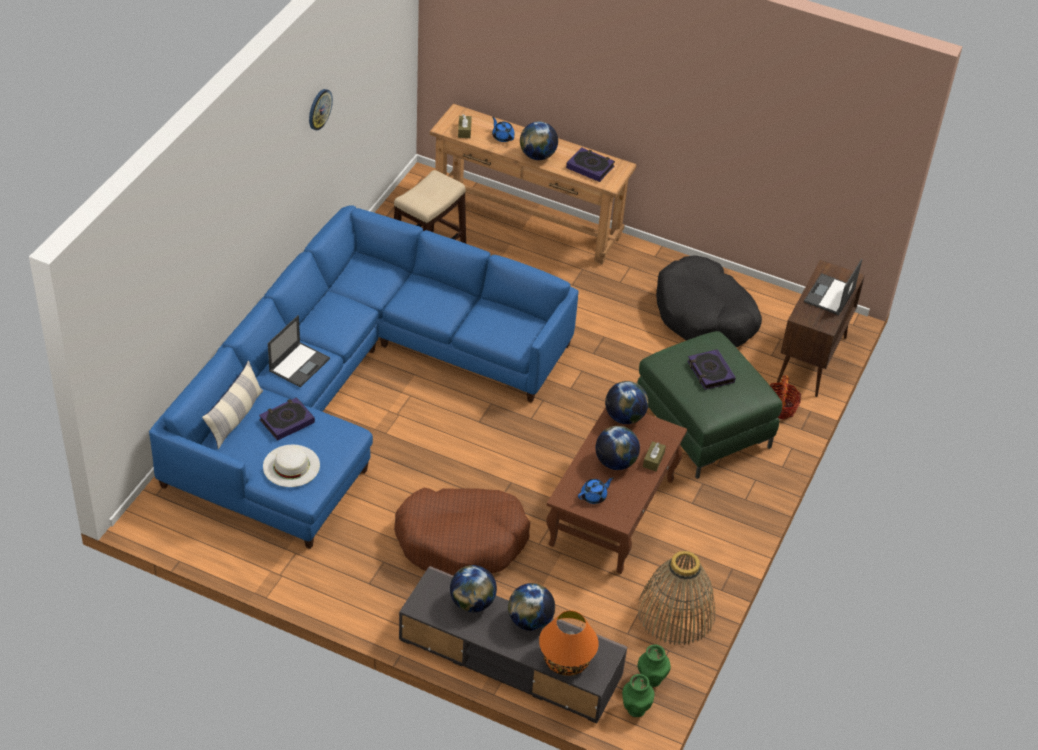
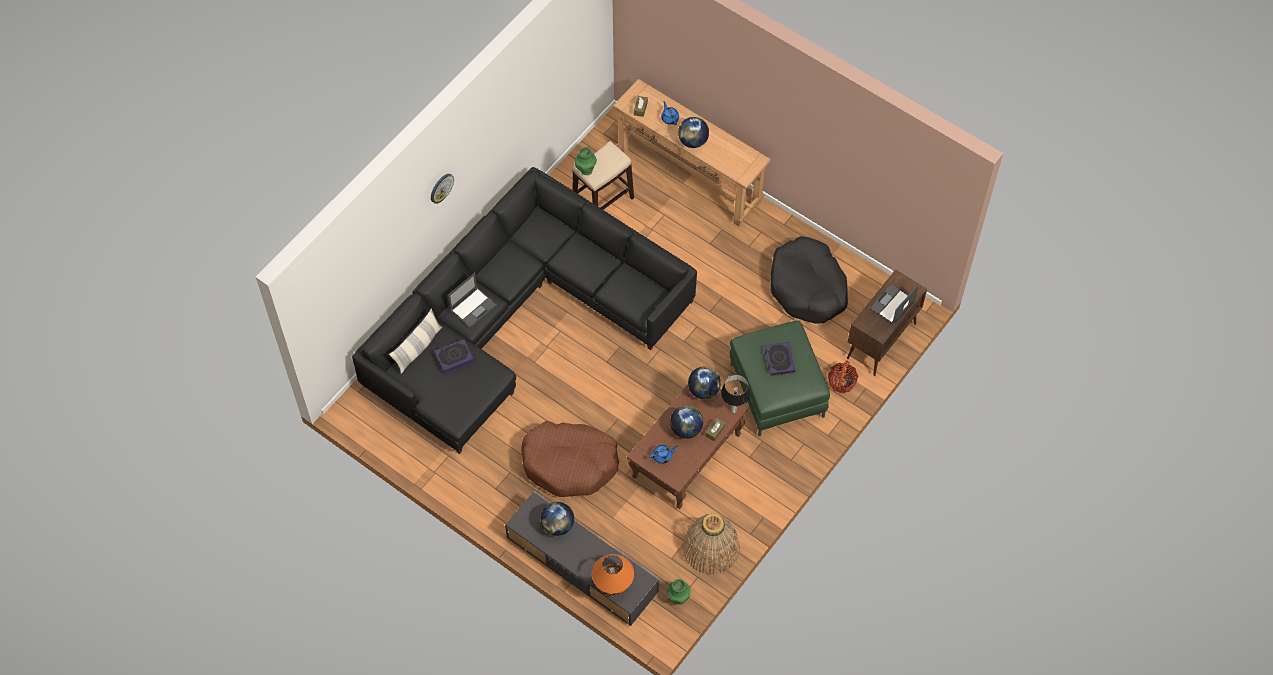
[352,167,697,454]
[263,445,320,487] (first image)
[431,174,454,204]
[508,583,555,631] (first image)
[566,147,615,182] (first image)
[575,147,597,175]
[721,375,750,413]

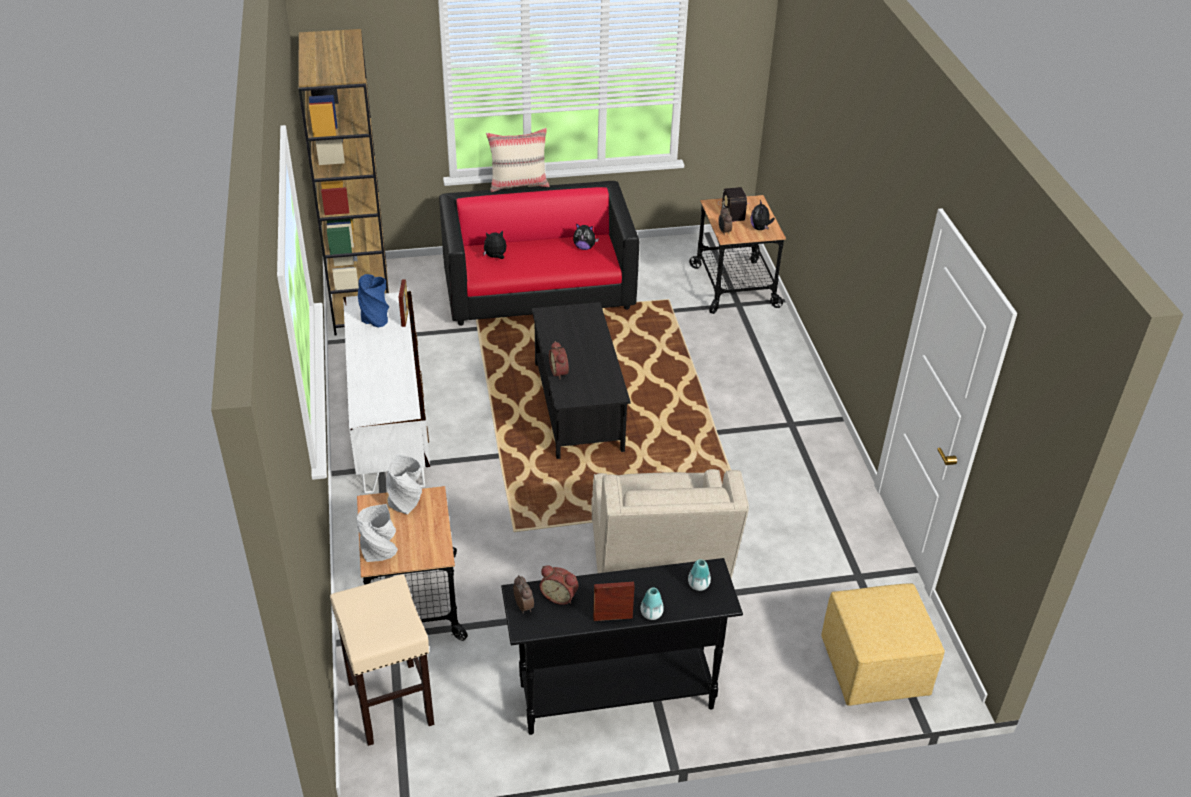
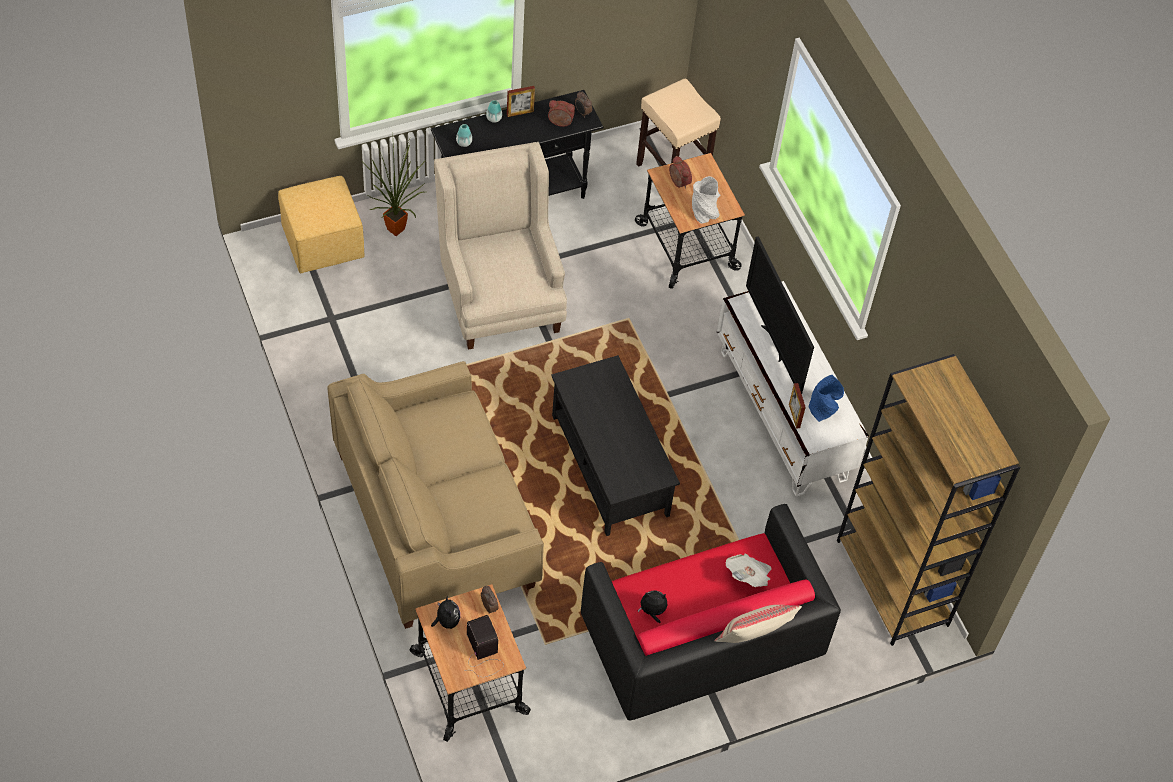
[357,504,398,562] (first image)
[726,553,772,587]
[669,156,692,189]
[327,361,544,629]
[363,132,426,236]
[746,236,814,394]

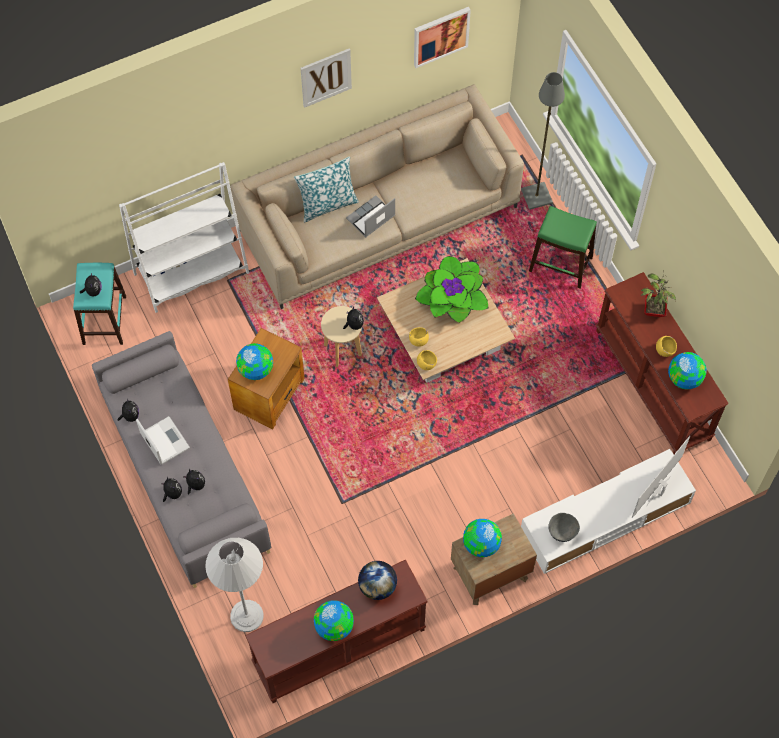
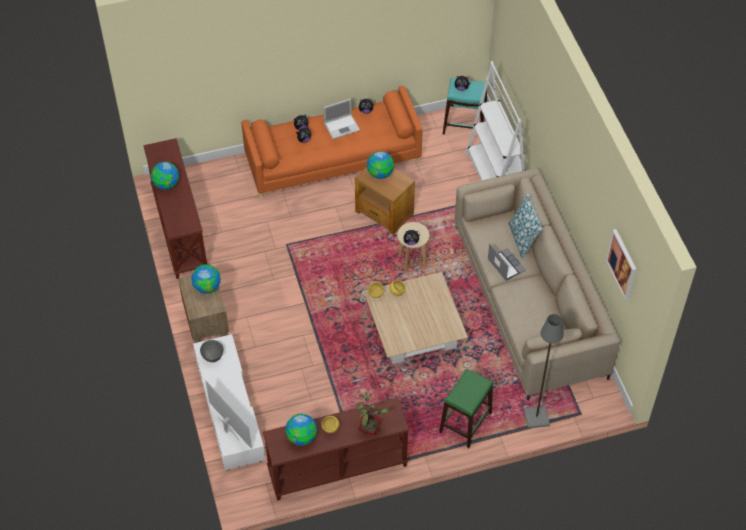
[241,86,423,199]
[205,538,264,632] (first image)
[301,48,352,108] (first image)
[358,561,397,600] (first image)
[415,256,488,323] (first image)

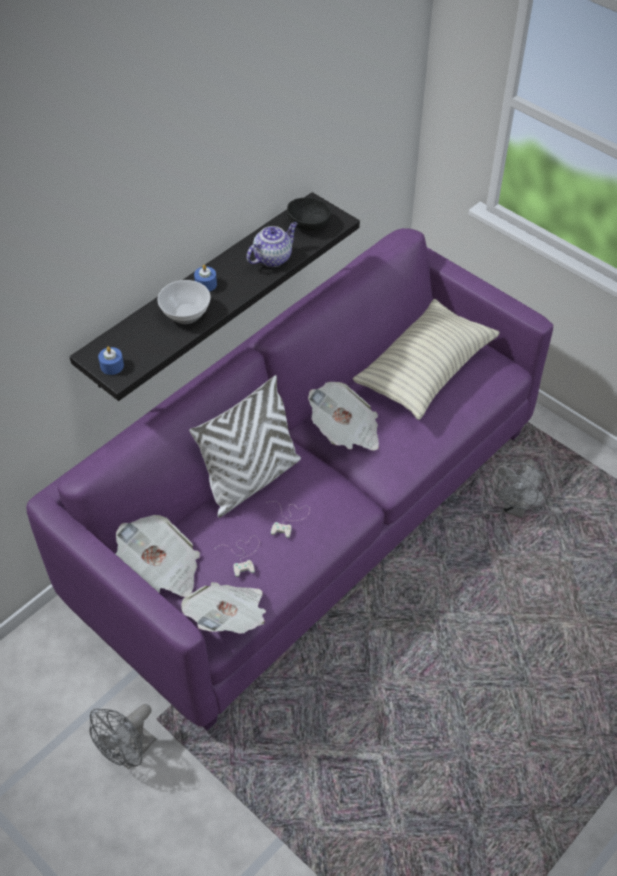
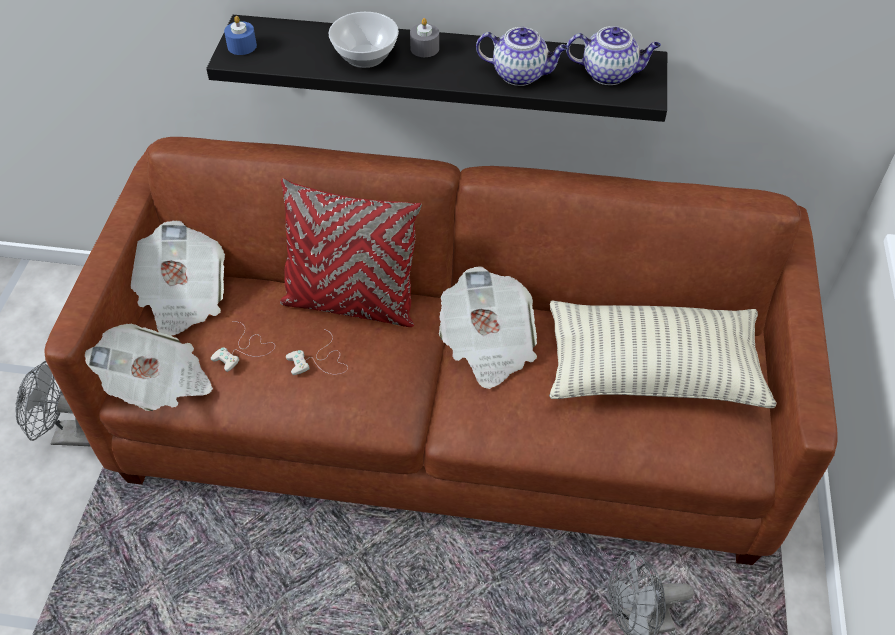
[44,137,838,565]
[280,178,422,327]
[410,18,439,57]
[566,26,661,85]

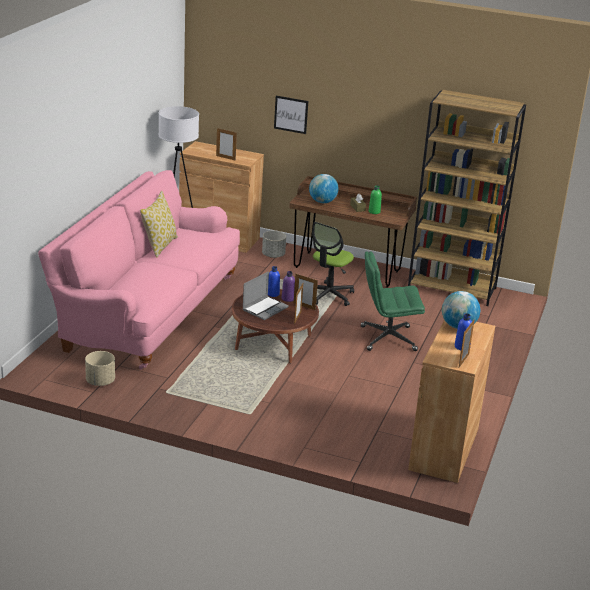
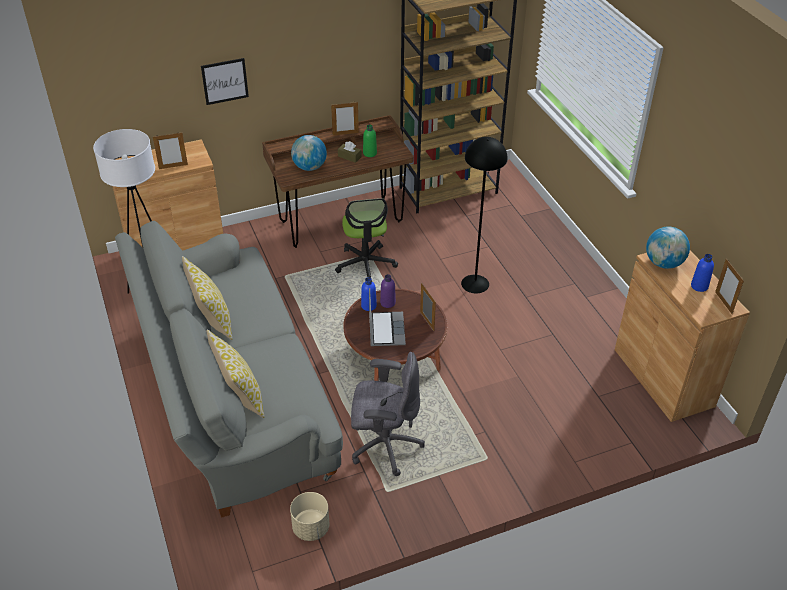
[115,221,343,518]
[262,231,286,258] (first image)
[331,101,359,136]
[461,137,508,293]
[206,330,264,418]
[351,352,425,476]

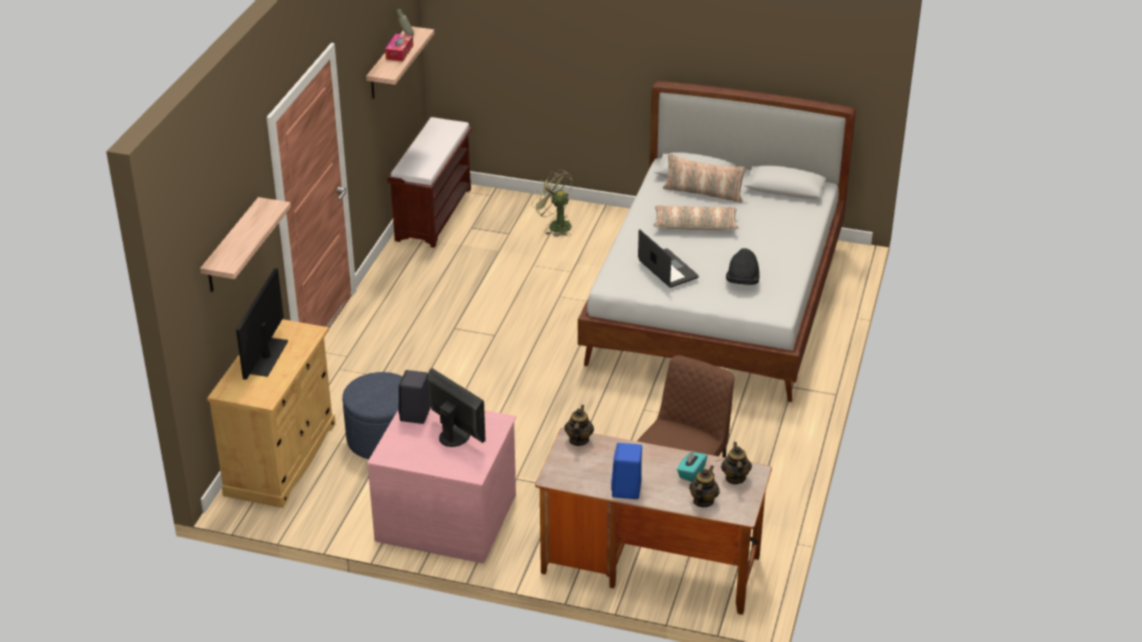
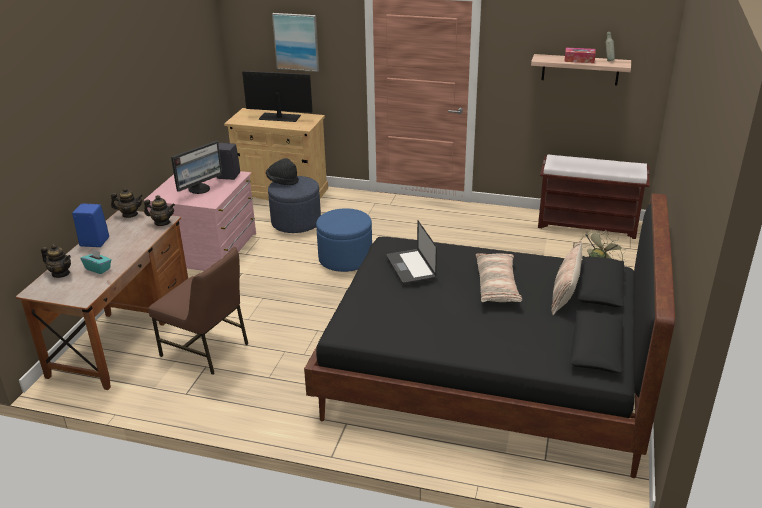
[272,13,319,72]
[304,193,675,478]
[386,221,437,284]
[111,188,143,218]
[266,158,299,185]
[316,208,372,272]

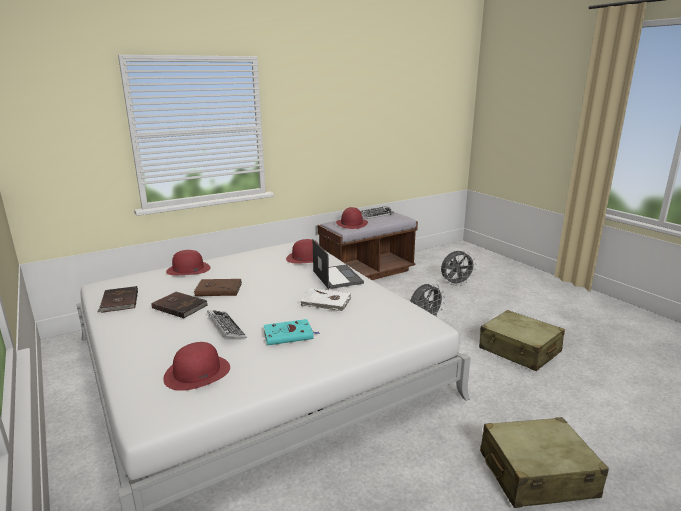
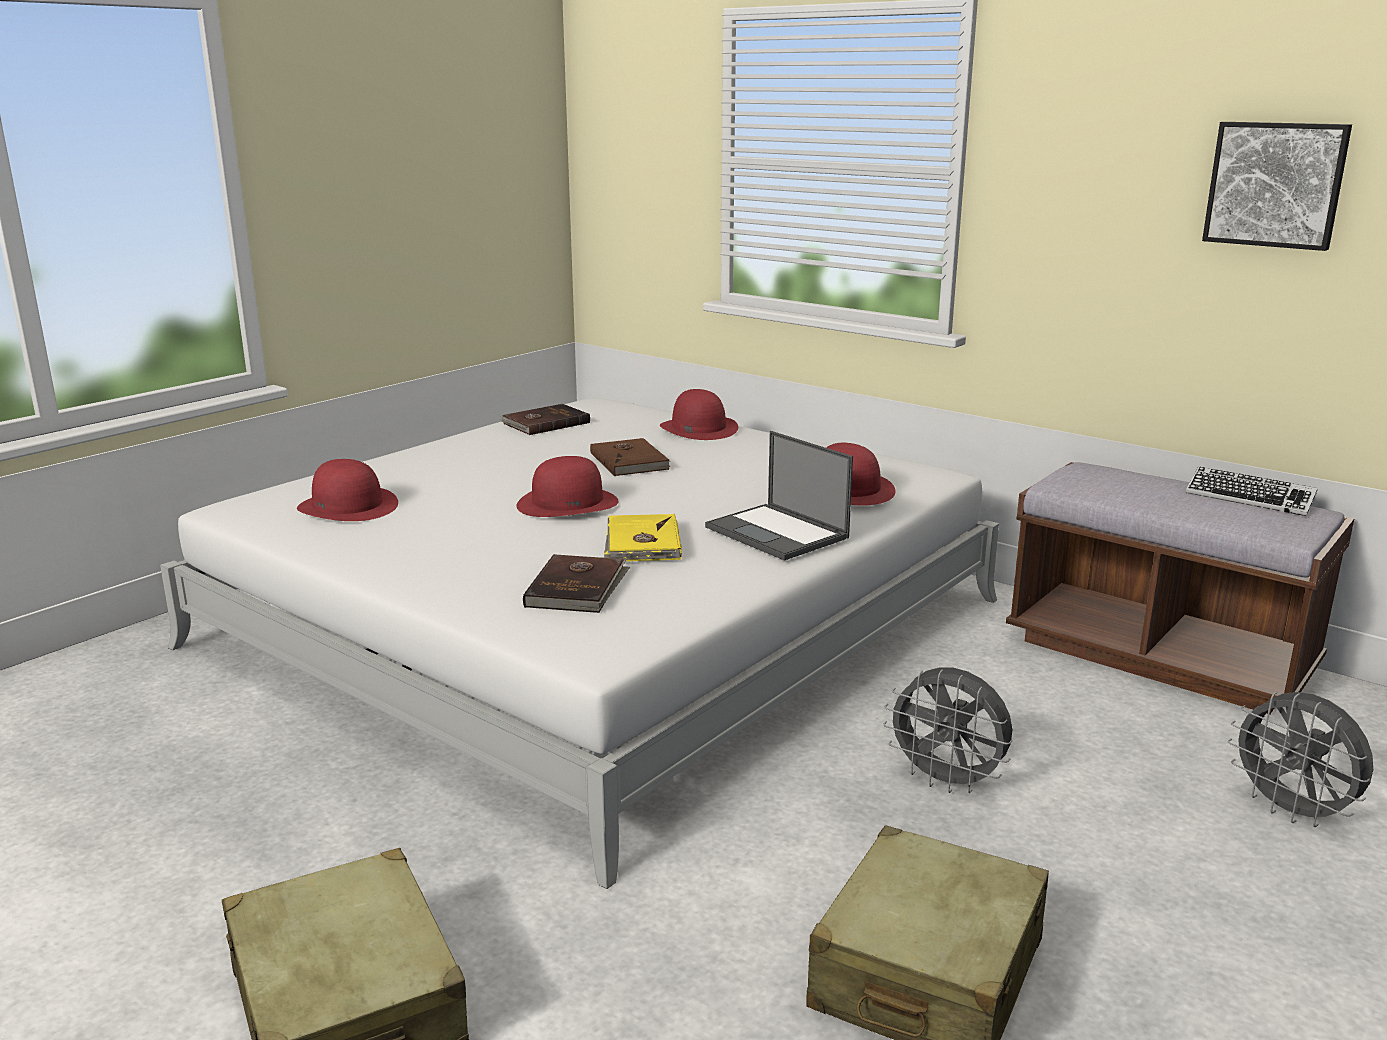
[523,554,630,613]
[207,310,247,338] (first image)
[264,319,320,346] (first image)
[604,514,682,561]
[705,431,853,561]
[516,456,618,517]
[1202,122,1352,251]

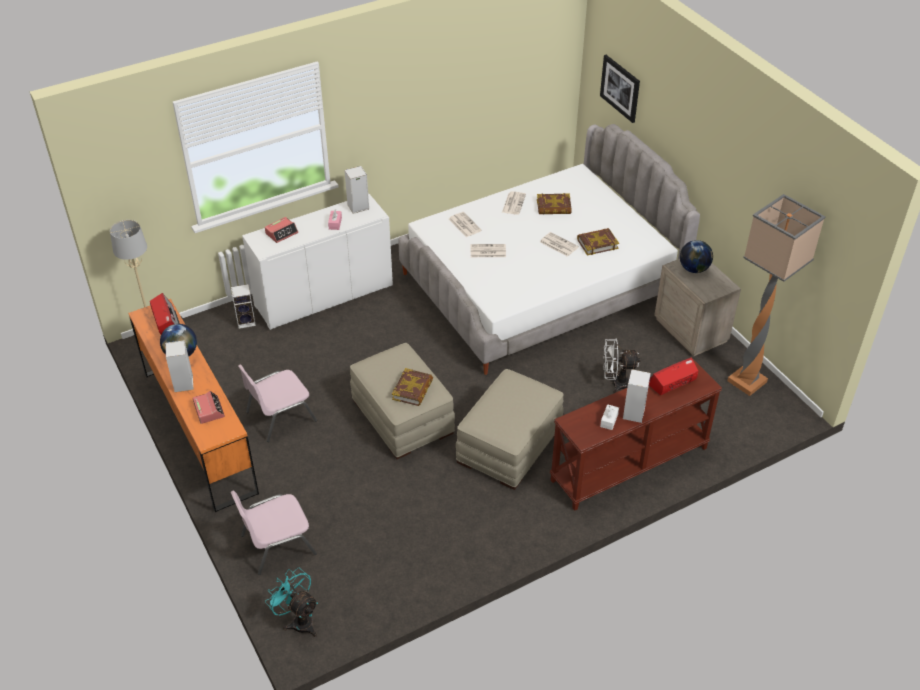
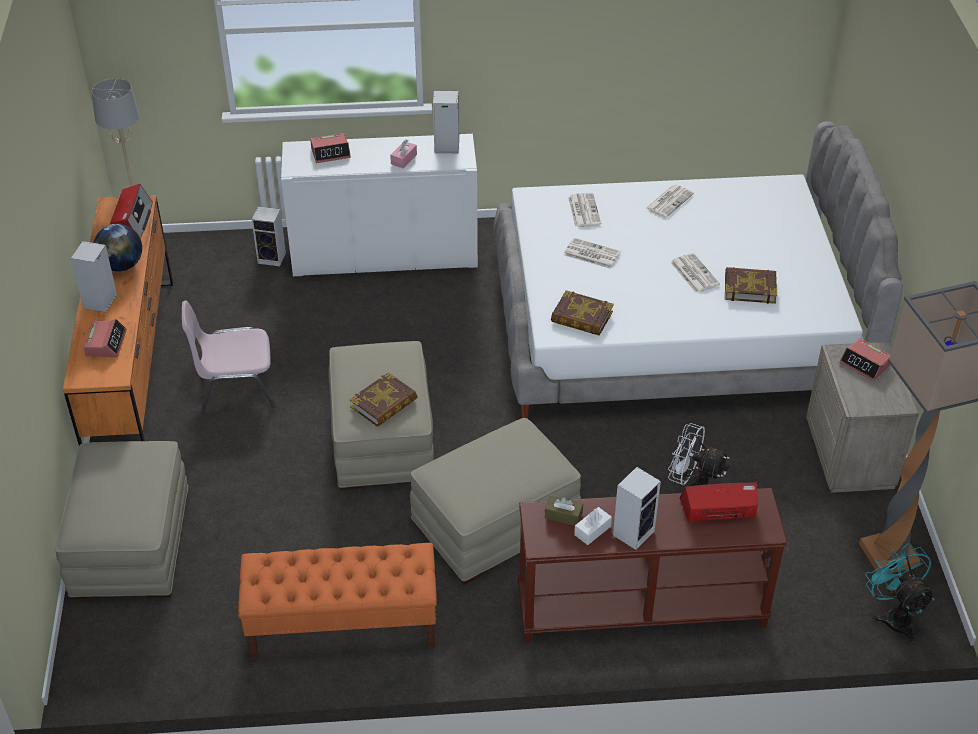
[55,441,188,600]
[865,543,935,643]
[551,290,614,336]
[600,55,640,123] (first image)
[839,338,890,381]
[238,543,437,660]
[545,496,583,526]

